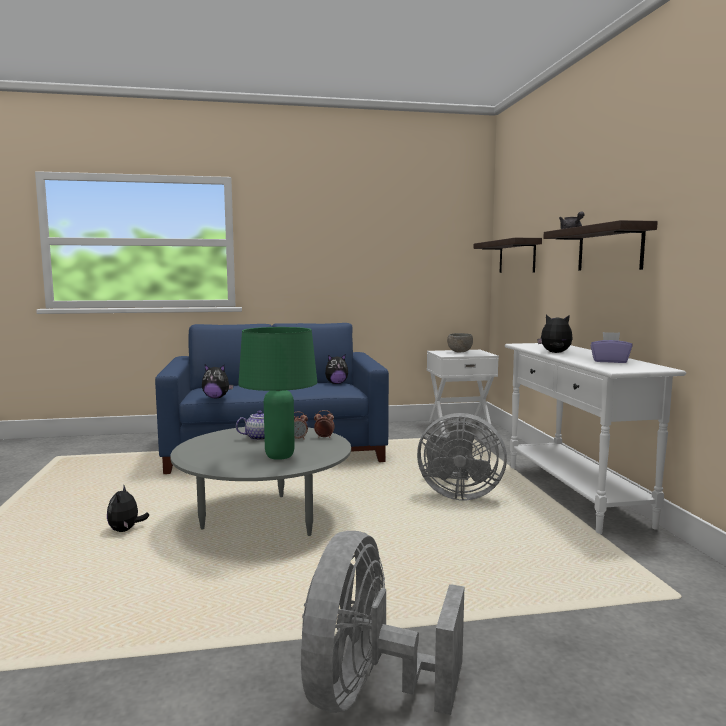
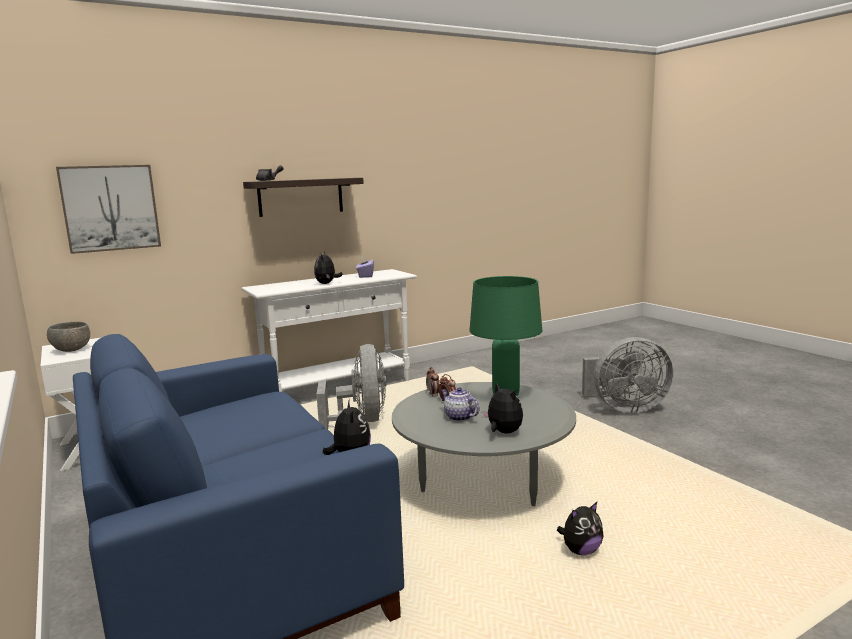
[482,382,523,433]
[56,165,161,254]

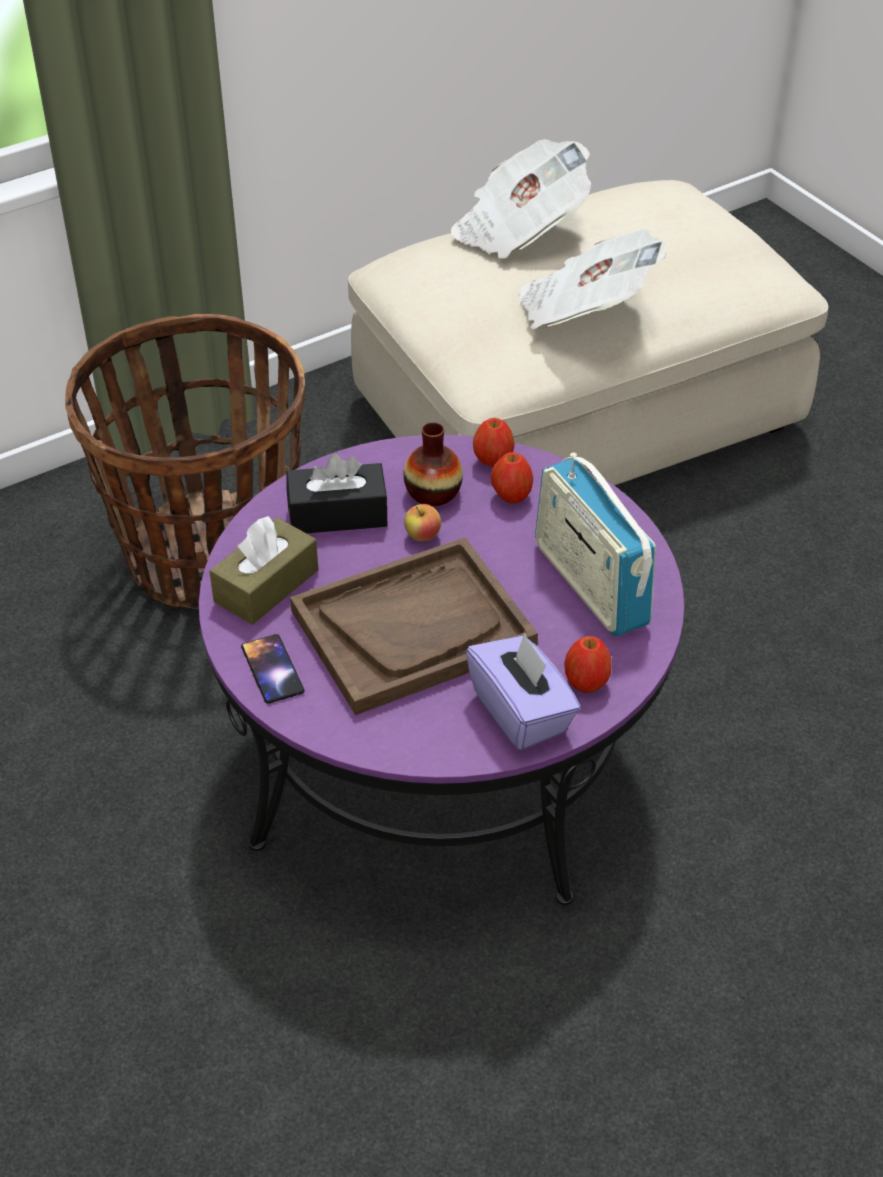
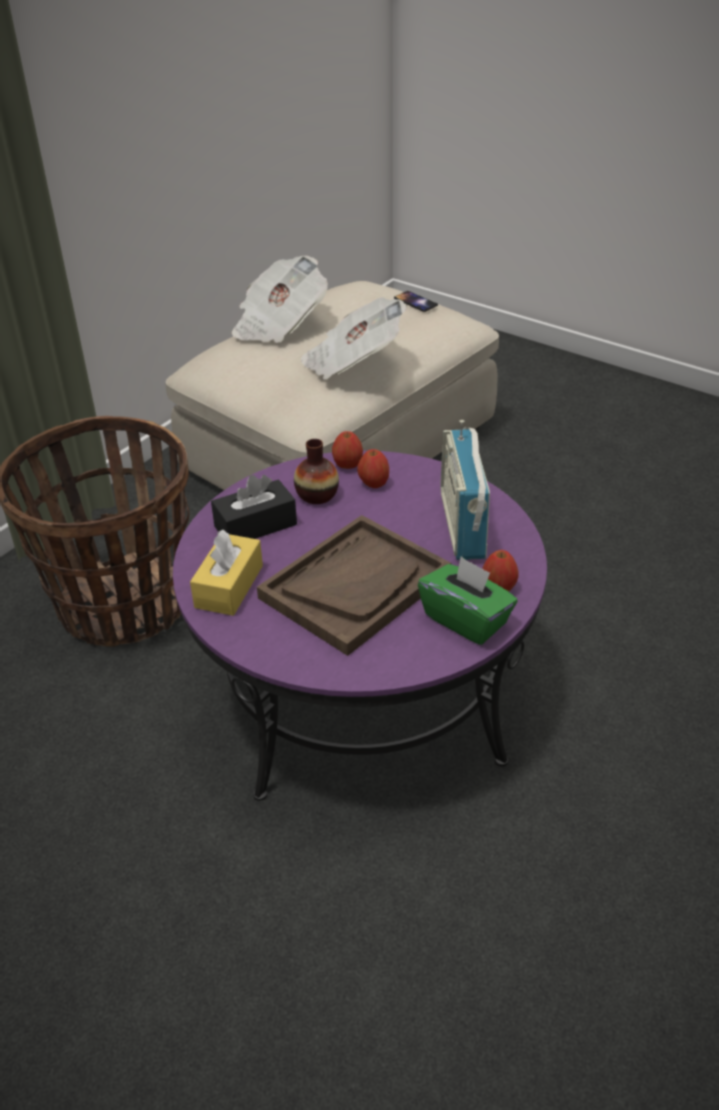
[190,530,263,616]
[394,291,438,312]
[404,504,441,541] (first image)
[418,556,518,645]
[440,420,490,560]

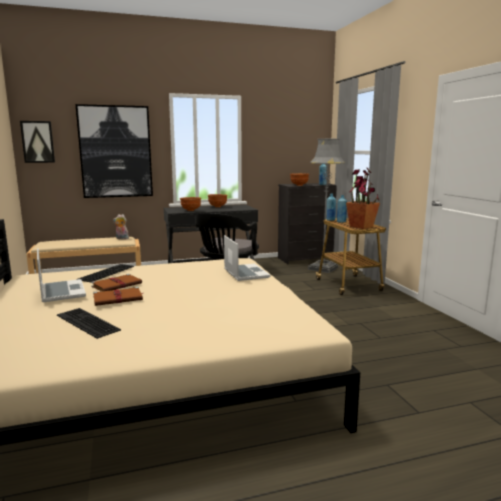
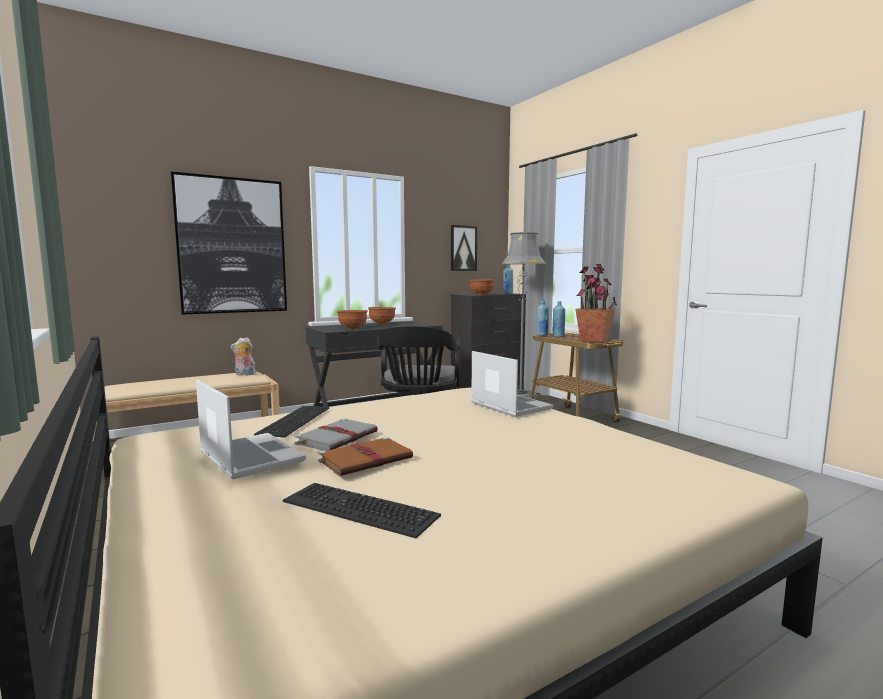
[451,225,477,271]
[294,418,378,451]

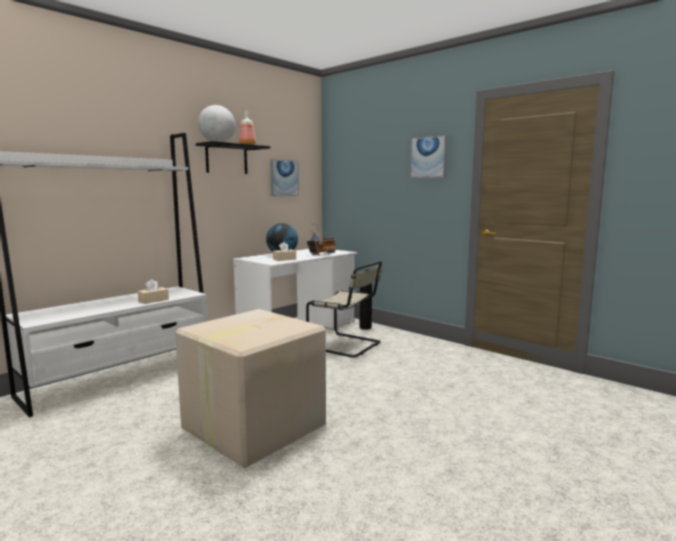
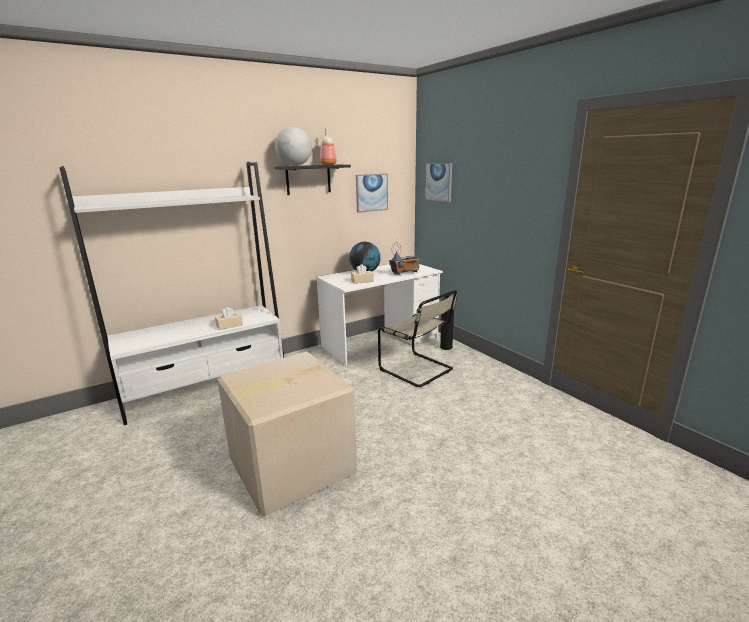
[425,163,452,202]

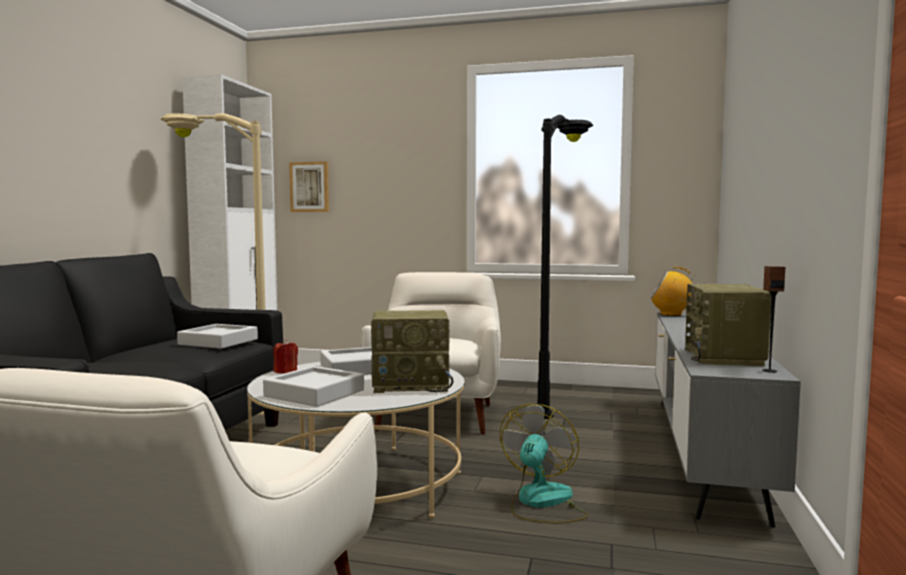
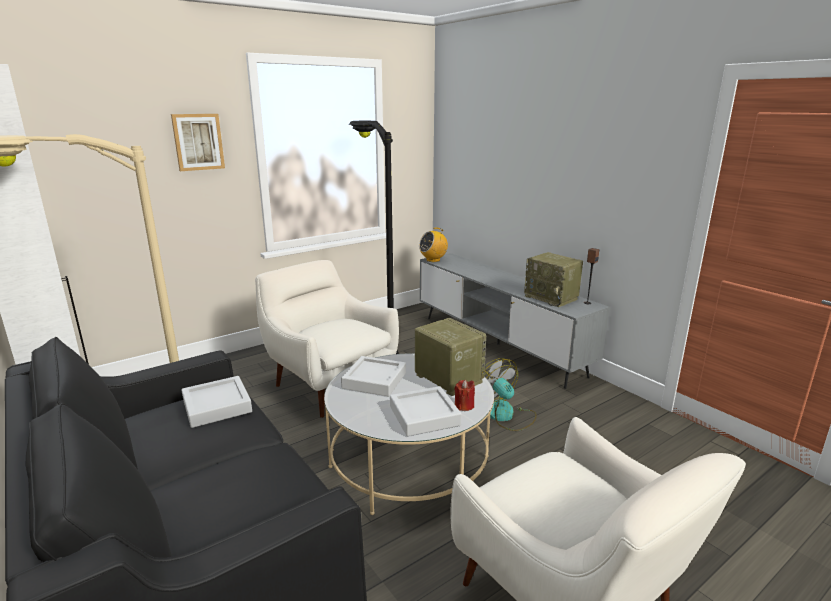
[454,380,475,411]
[171,114,225,171]
[415,318,486,396]

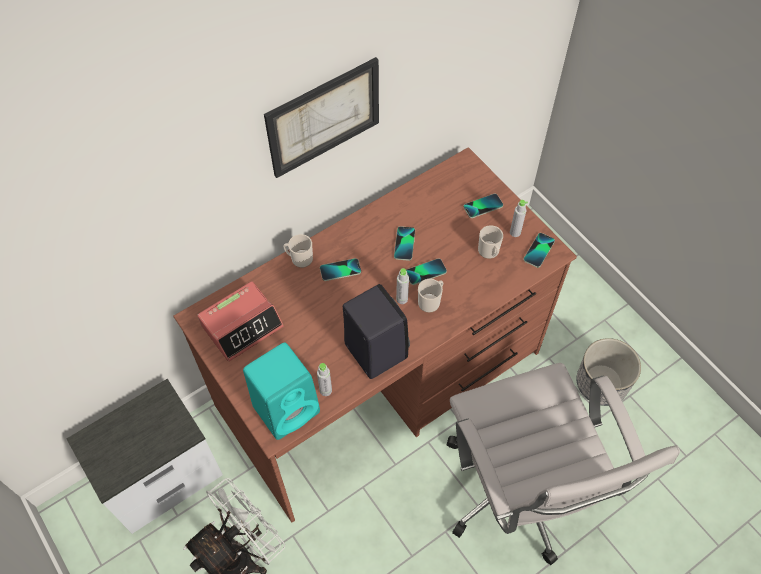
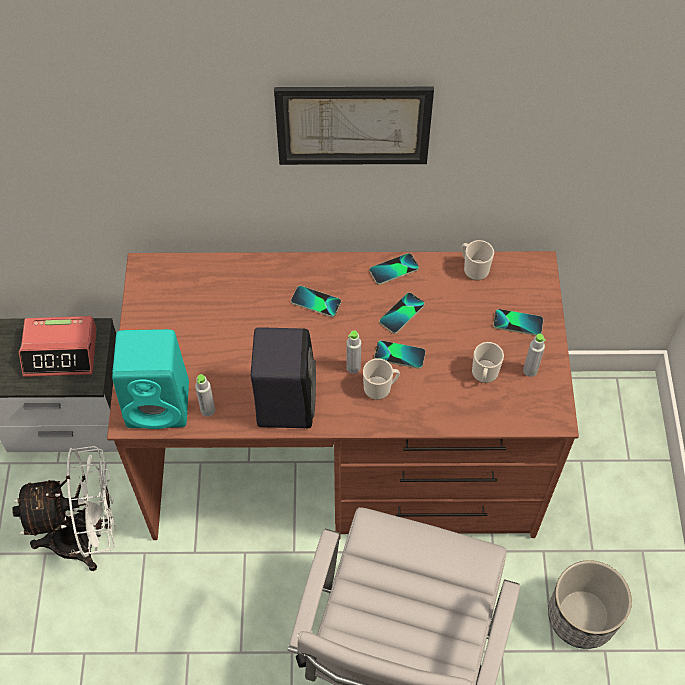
[19,316,97,377]
[462,240,494,280]
[370,253,419,285]

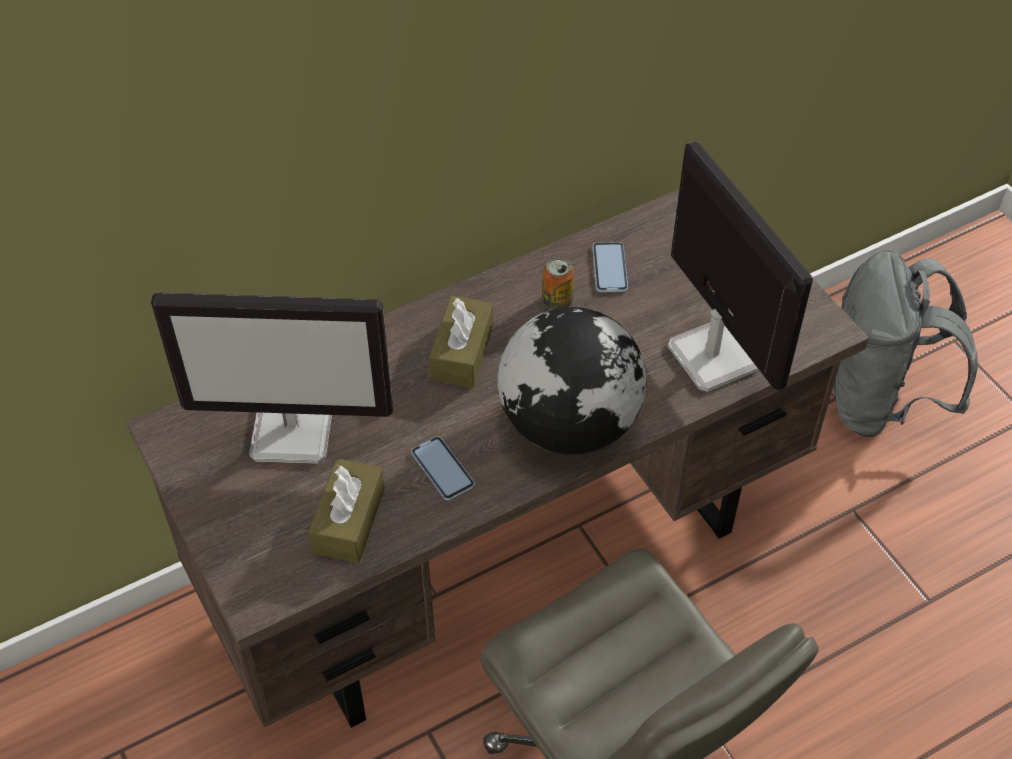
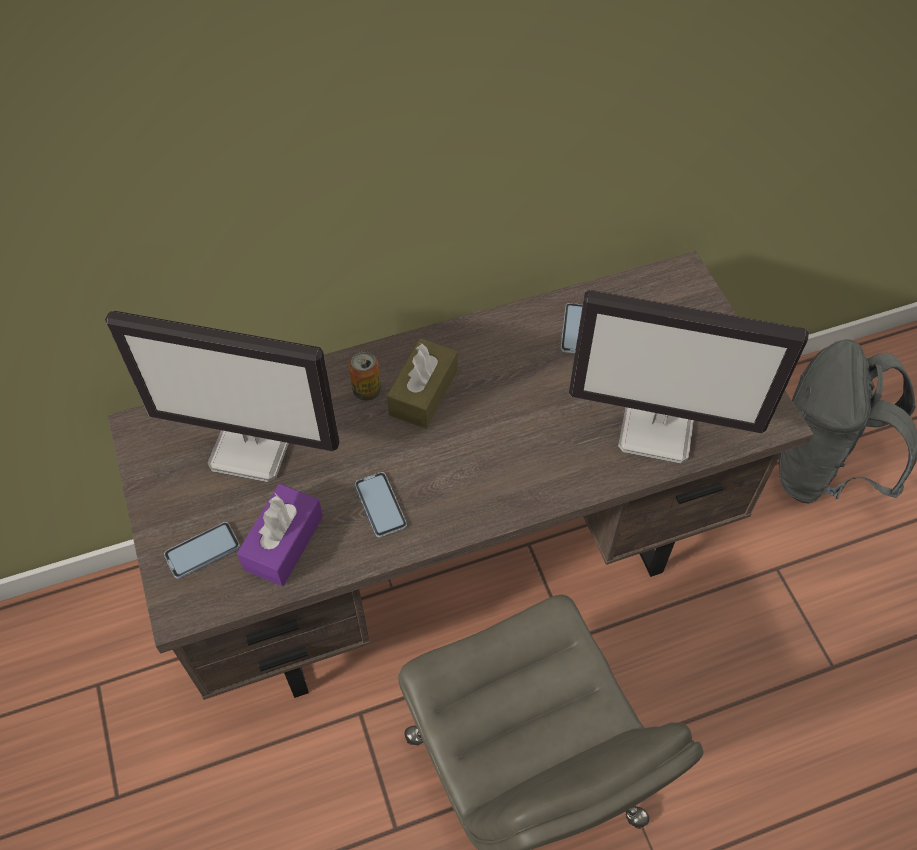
[237,484,323,586]
[498,307,647,455] (first image)
[349,351,381,401]
[569,290,809,464]
[164,522,240,579]

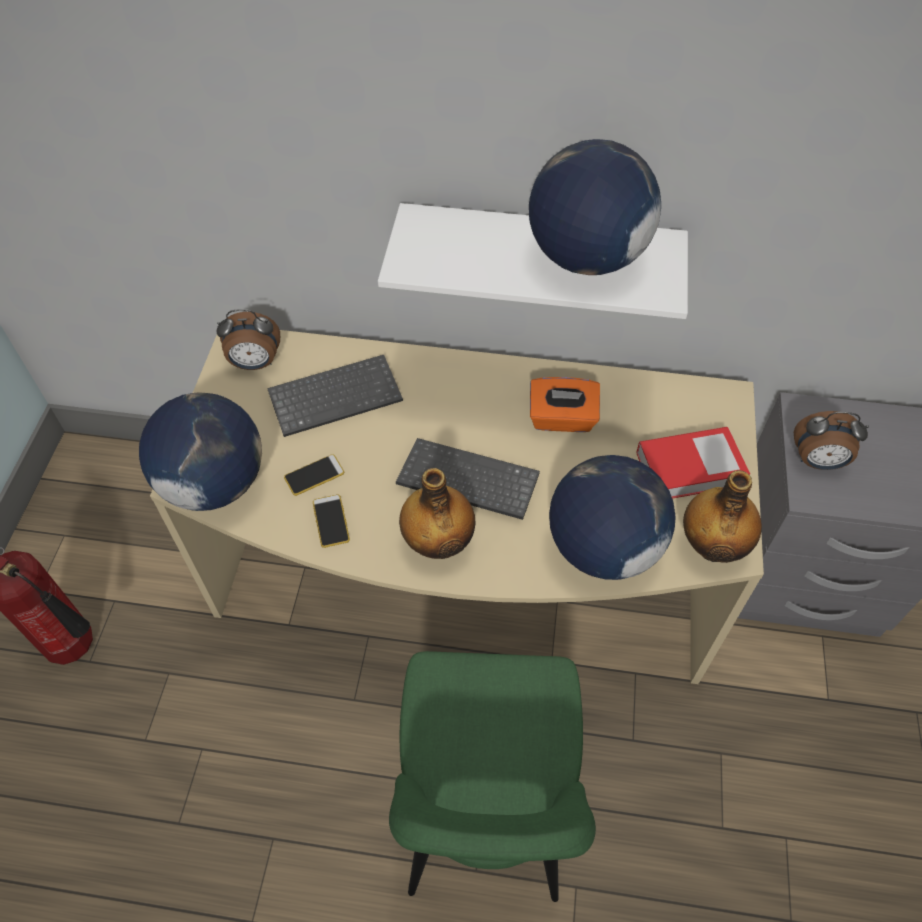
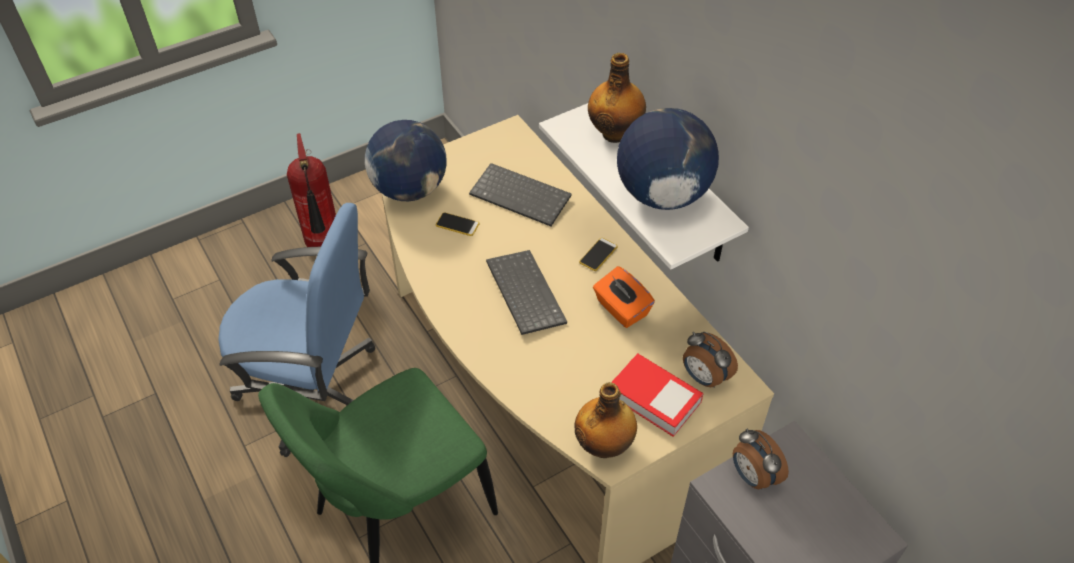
[683,332,738,388]
[579,238,618,271]
[588,53,646,143]
[549,455,676,580] (first image)
[218,203,375,457]

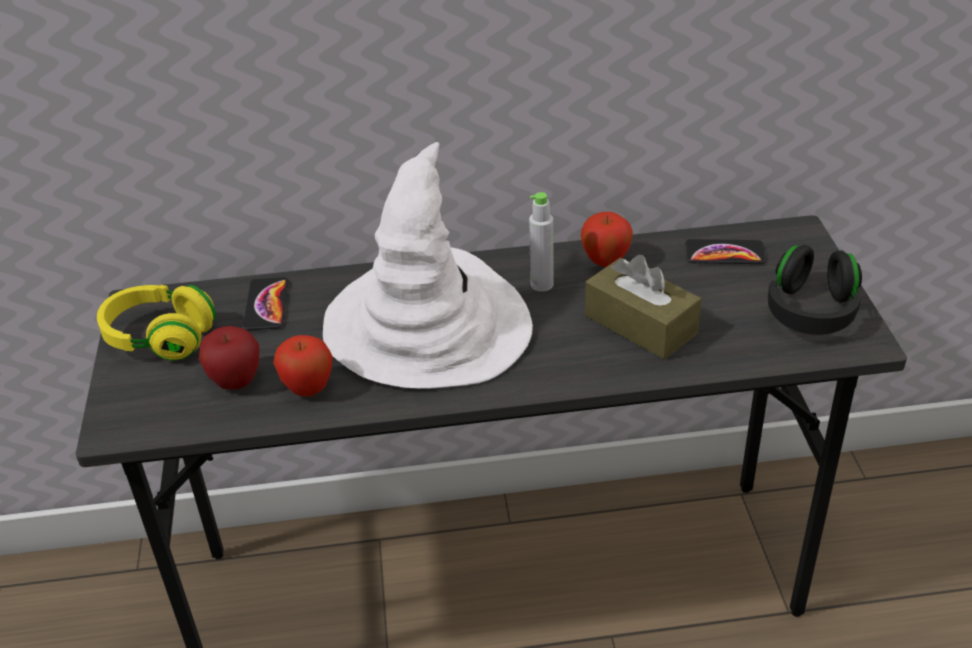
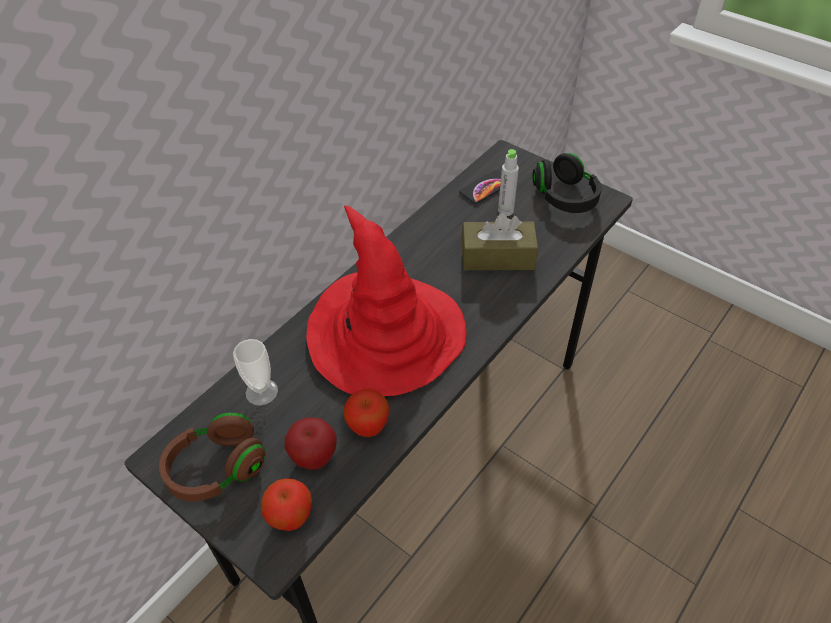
[159,413,266,501]
[233,339,278,406]
[306,205,466,396]
[498,149,519,216]
[260,478,312,531]

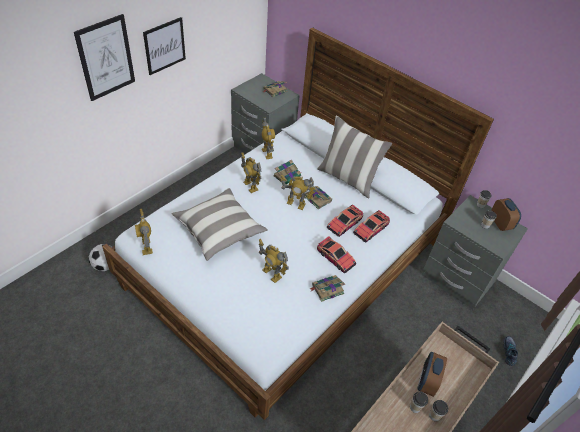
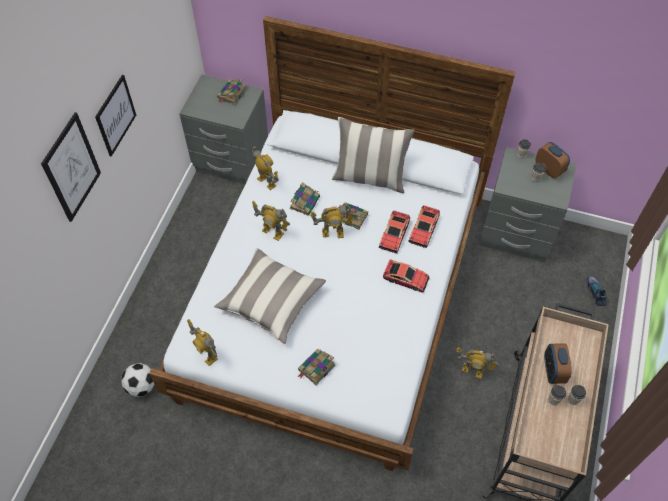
[456,347,499,379]
[298,349,336,385]

